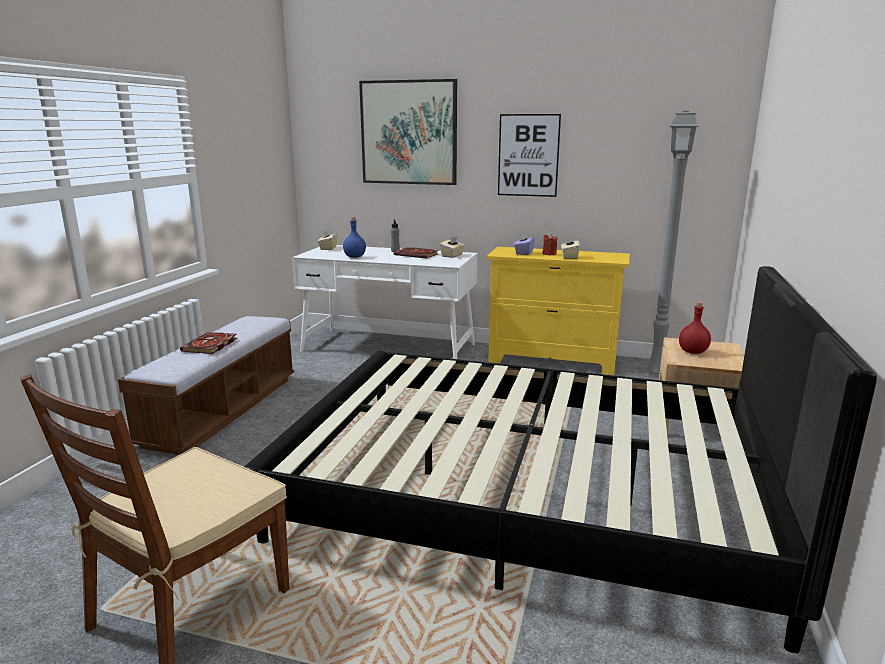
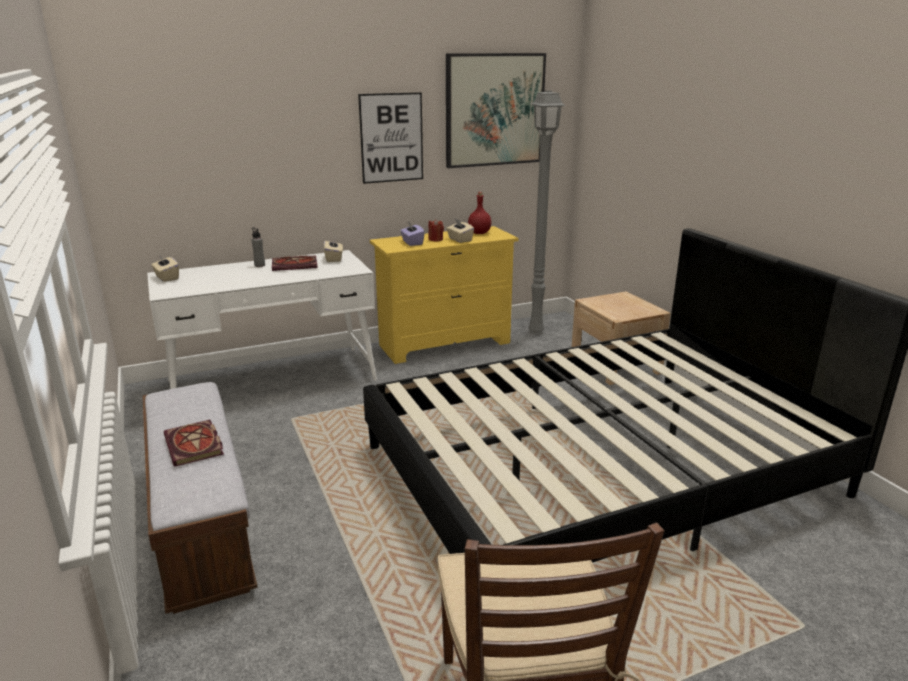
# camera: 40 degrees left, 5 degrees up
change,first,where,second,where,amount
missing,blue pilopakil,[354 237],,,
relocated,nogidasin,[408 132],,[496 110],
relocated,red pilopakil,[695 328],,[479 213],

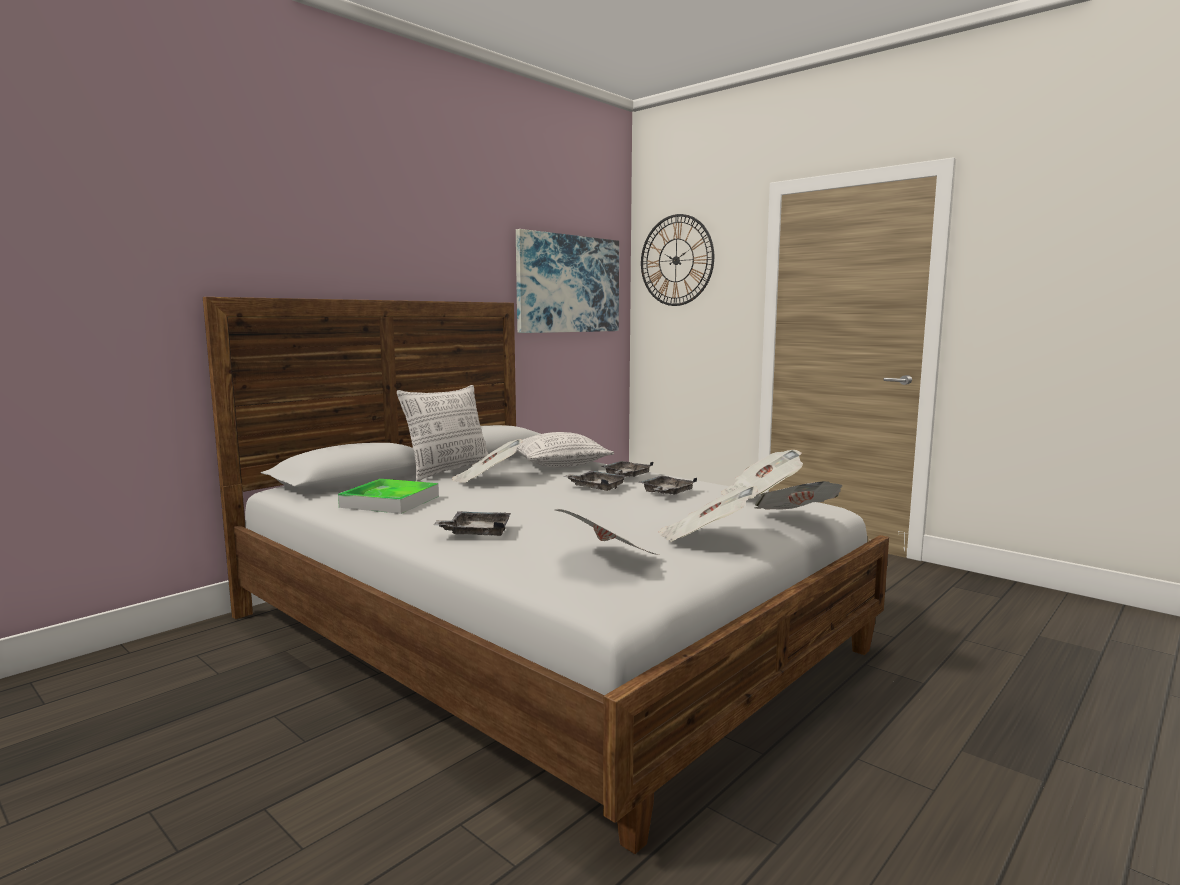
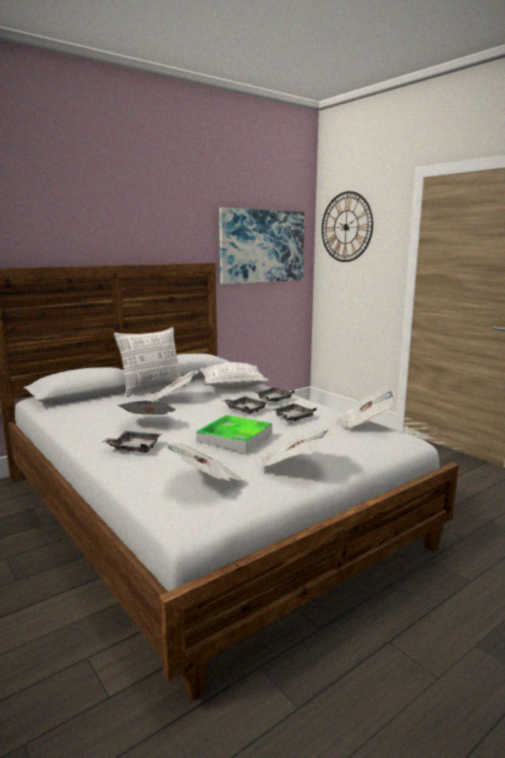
# camera: 10 degrees right, 5 degrees up
change,first,where,second,where,amount
relocated,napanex,[388 496],,[234 433],
relocated,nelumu,[798 495],,[146 408],

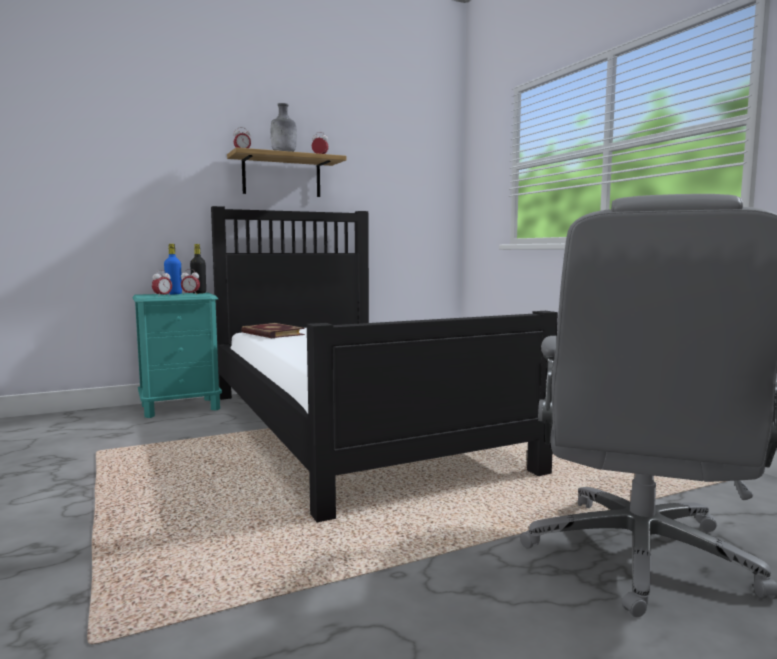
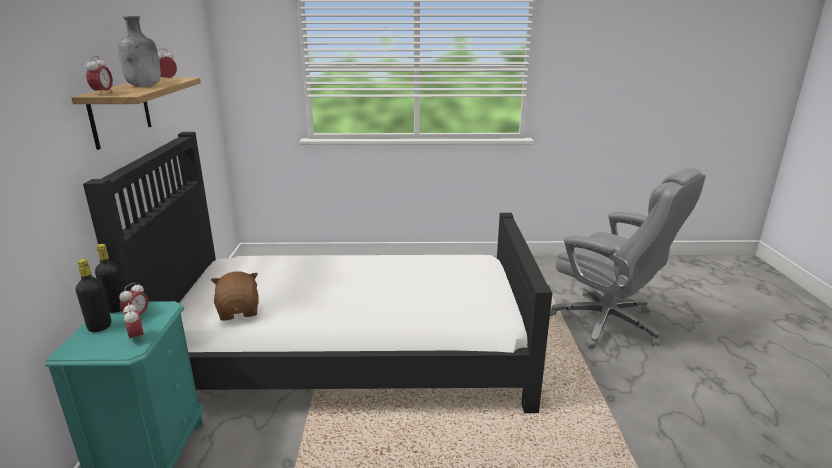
# camera: 65 degrees left, 15 degrees up
change,first,where,second,where,amount
colour,blue pilopakil,[173 269],black pilopakil,[93 295],
exchanged,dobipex,[273 330],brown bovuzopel,[234 296],

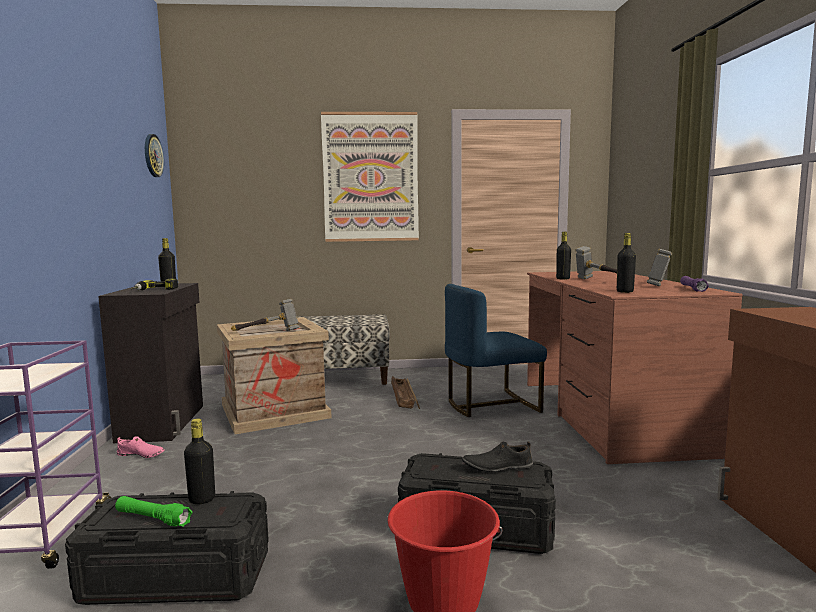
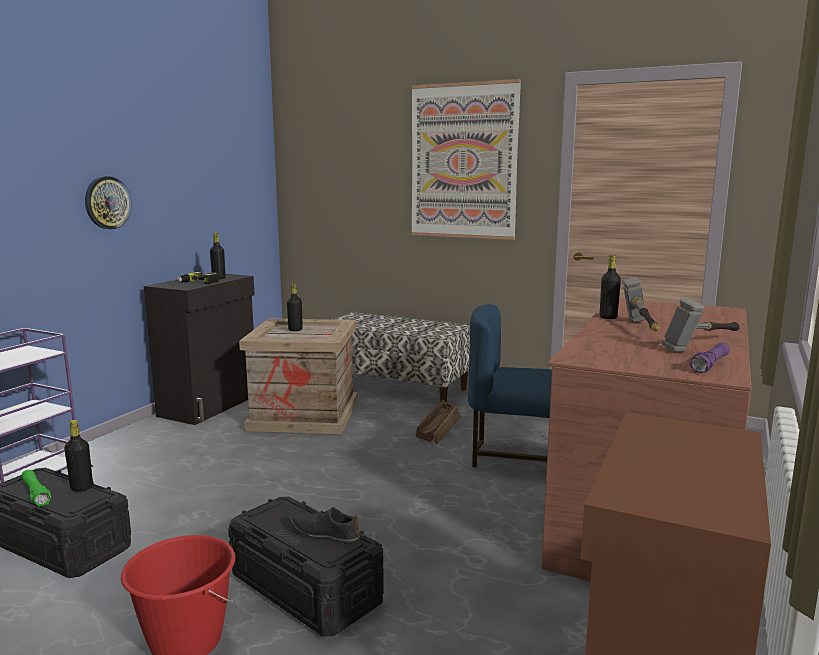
# camera: 30 degrees right, 5 degrees up
change,first,where,second,where,amount
missing,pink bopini,[141 447],,,
relocated,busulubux,[154 155],,[108 203],
missing,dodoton,[265 315],,,
relocated,black pilopakil,[626 263],,[295 307],

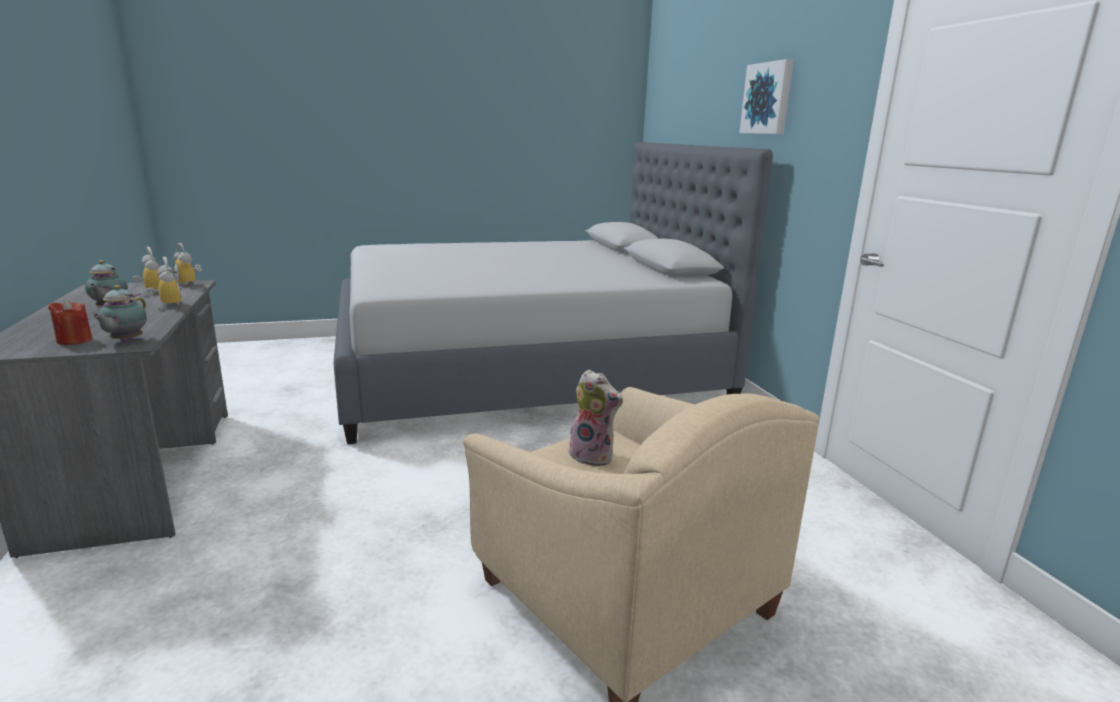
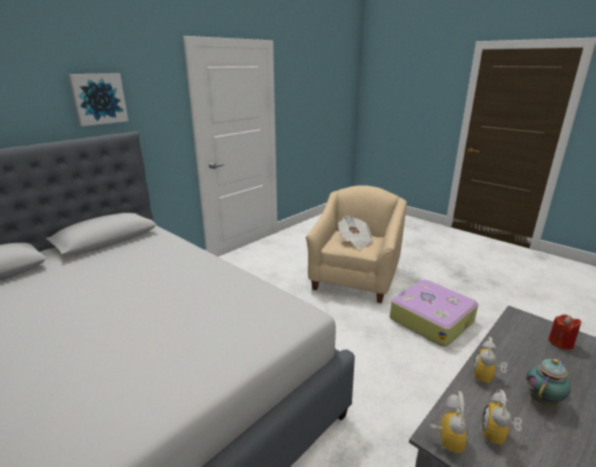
# camera: 120 degrees left, 5 degrees up
change,first,where,second,where,amount
missing,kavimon,[119 313],,,
exchanged,bovuzopel,[596 418],nelumu,[355 232],
appeared,,,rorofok,[434 313],

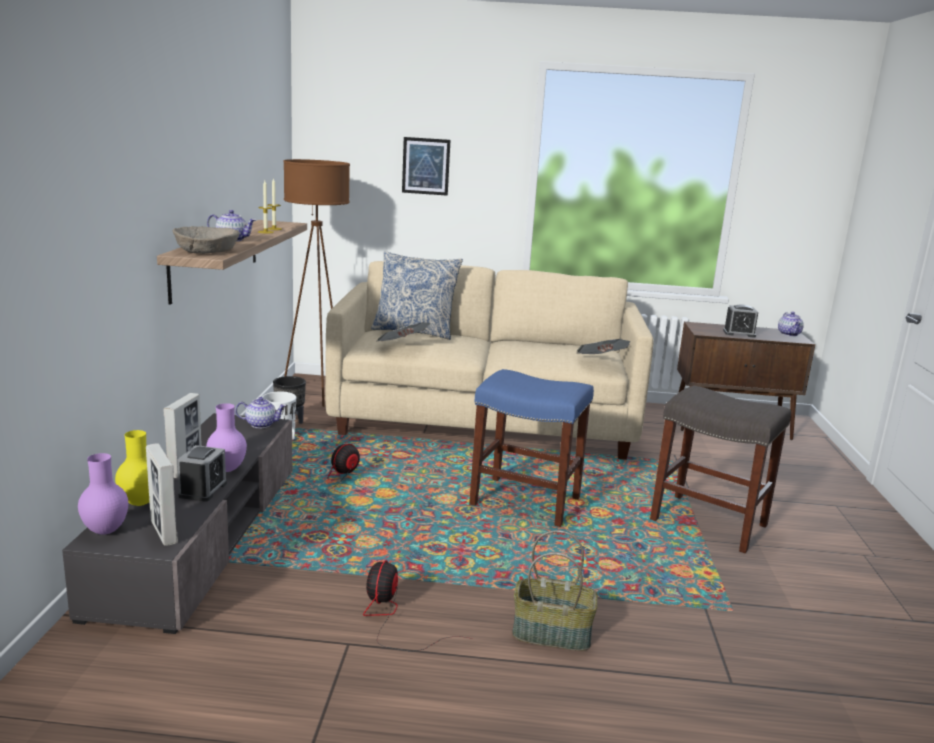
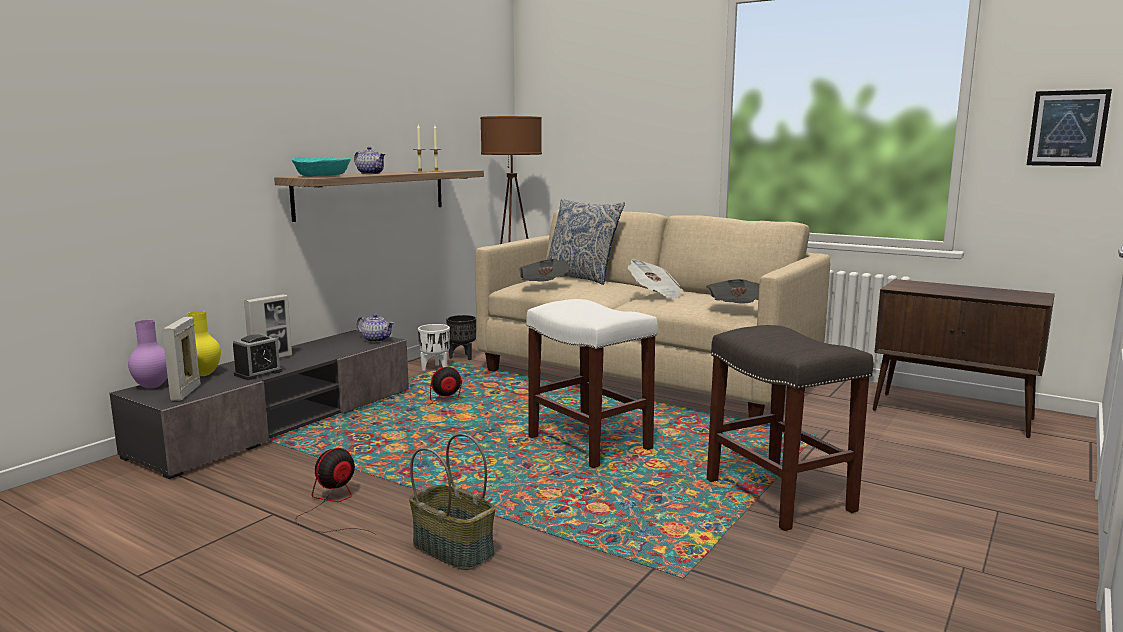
# camera: 30 degrees right, 5 degrees down
change,first,where,second,where,amount
colour,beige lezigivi,[206 240],turquoise lezigivi,[321 167],
missing,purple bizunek,[226 437],,,
relocated,nogidasin,[426 166],,[1069 127],
colour,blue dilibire,[531 448],white dilibire,[592 383],
missing,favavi,[740 321],,,
missing,kavimon,[791 324],,,
appeared,,,nelumu,[656 279],

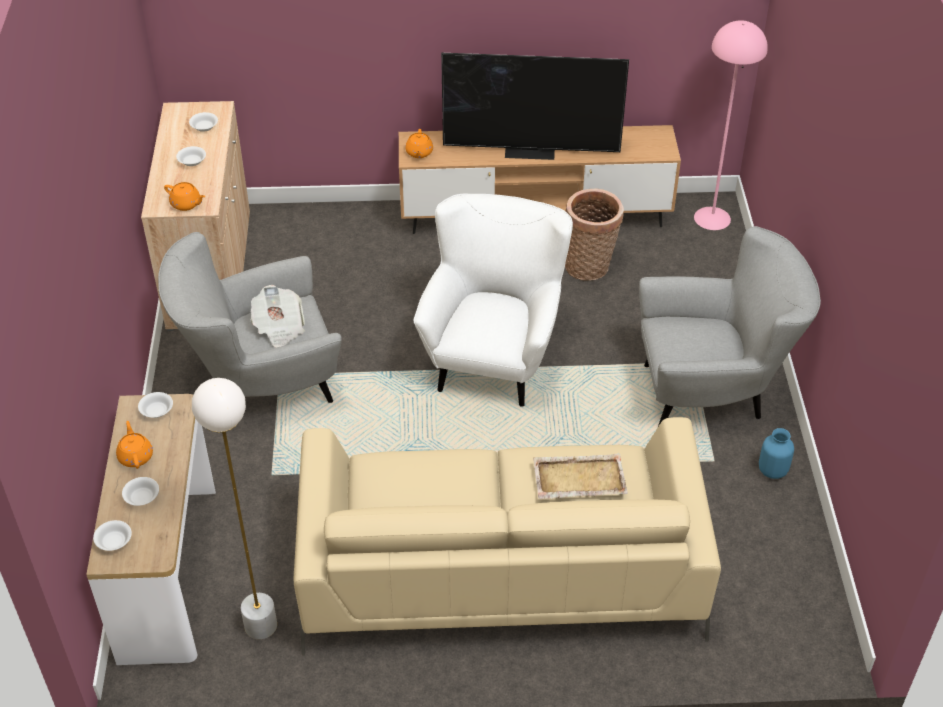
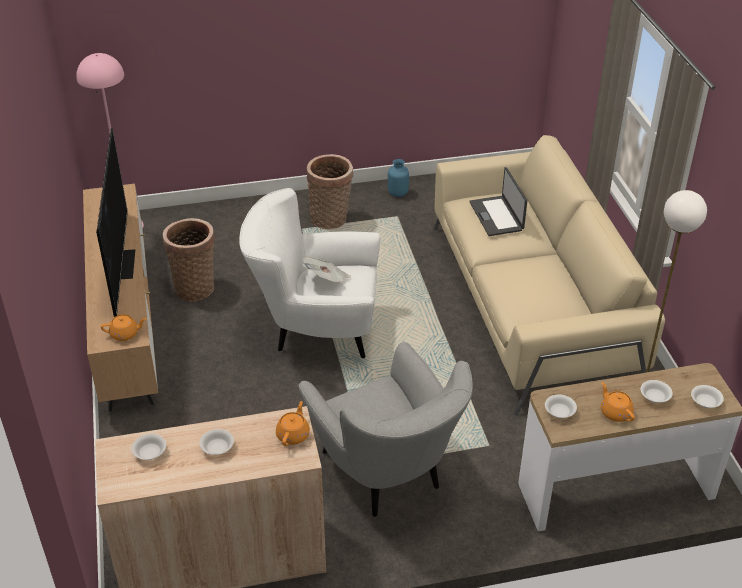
# camera: 100 degrees left, 5 degrees down
change,first,where,second,where,amount
spun,orange kavimon,[134 445],,[618 402],90 degrees clockwise
relocated,nelumu,[277 316],,[326 269],
exchanged,beige napanex,[580 476],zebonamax,[498 201],
exchanged,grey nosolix,[730 326],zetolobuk,[330 191],

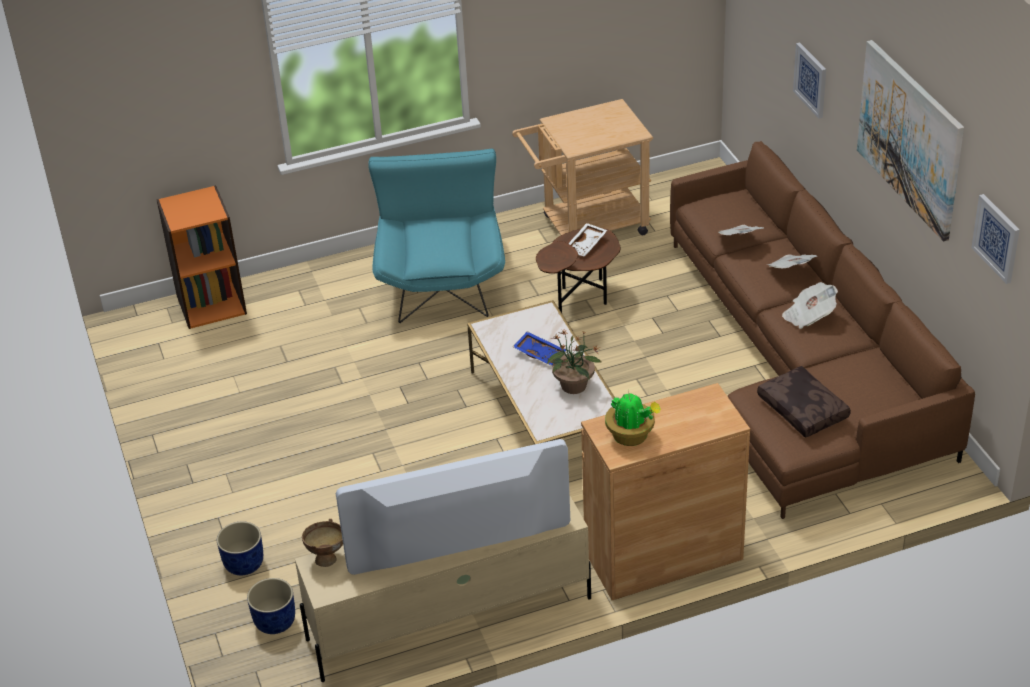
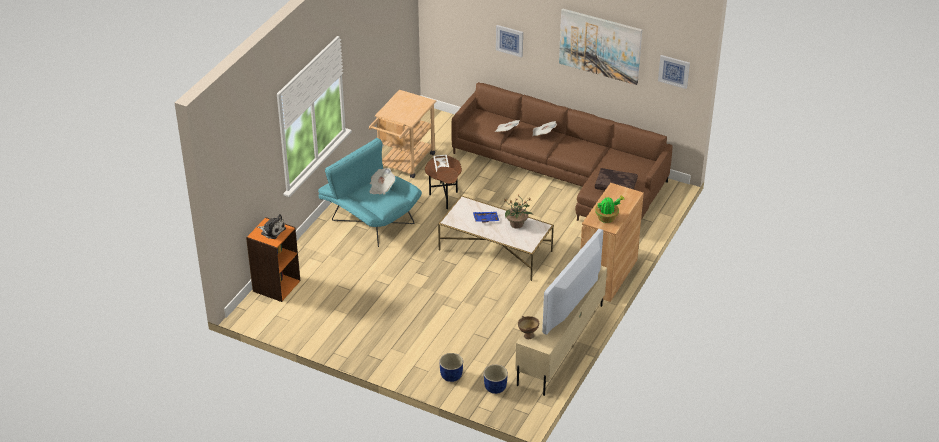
# camera: 45 degrees left, 0 degrees up
change,first,where,second,where,amount
relocated,nelumu,[810 305],,[382 181],
appeared,,,bovuzopel,[272 226],

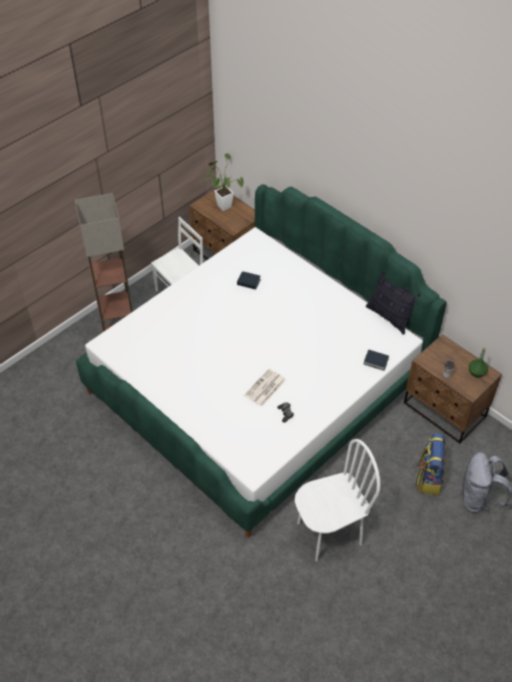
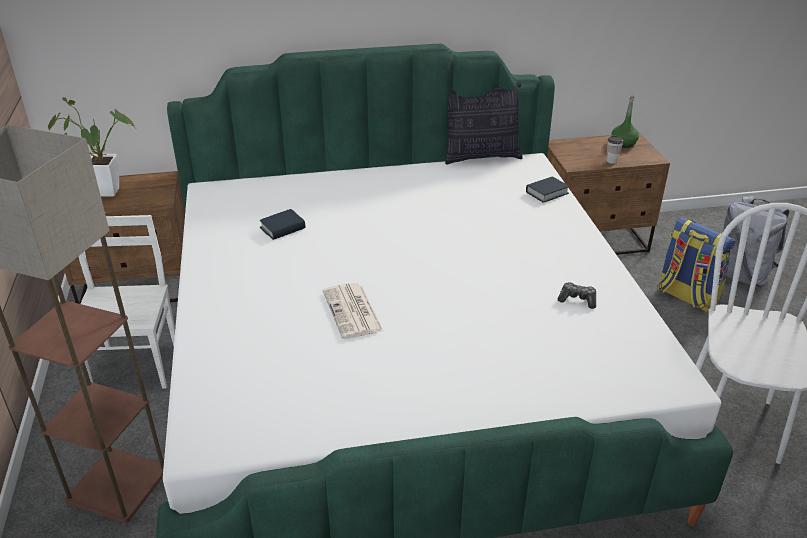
# camera: 55 degrees left, 15 degrees down
change,first,where,second,where,amount
relocated,nelumu,[265 388],,[353 311],

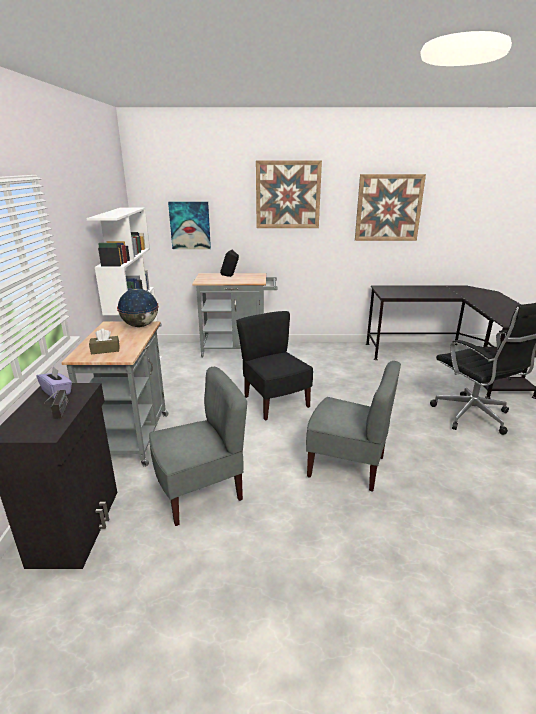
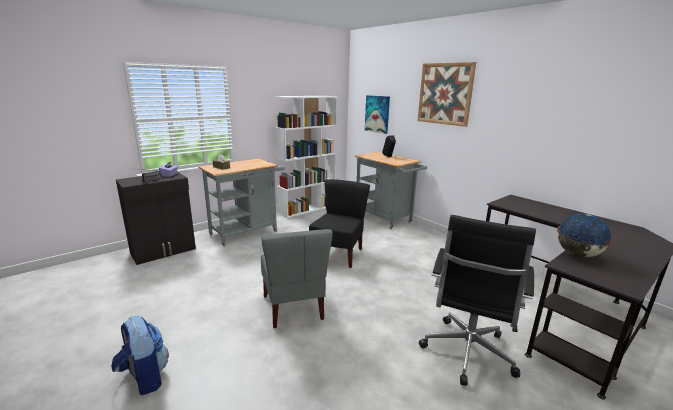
# camera: 50 degrees right, 5 degrees down
change,first,where,second,where,amount
relocated,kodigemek,[138 308],,[584 235],
missing,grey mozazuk,[198 446],,,
missing,nogidasin,[390 207],,,
appeared,,,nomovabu,[140 355],

